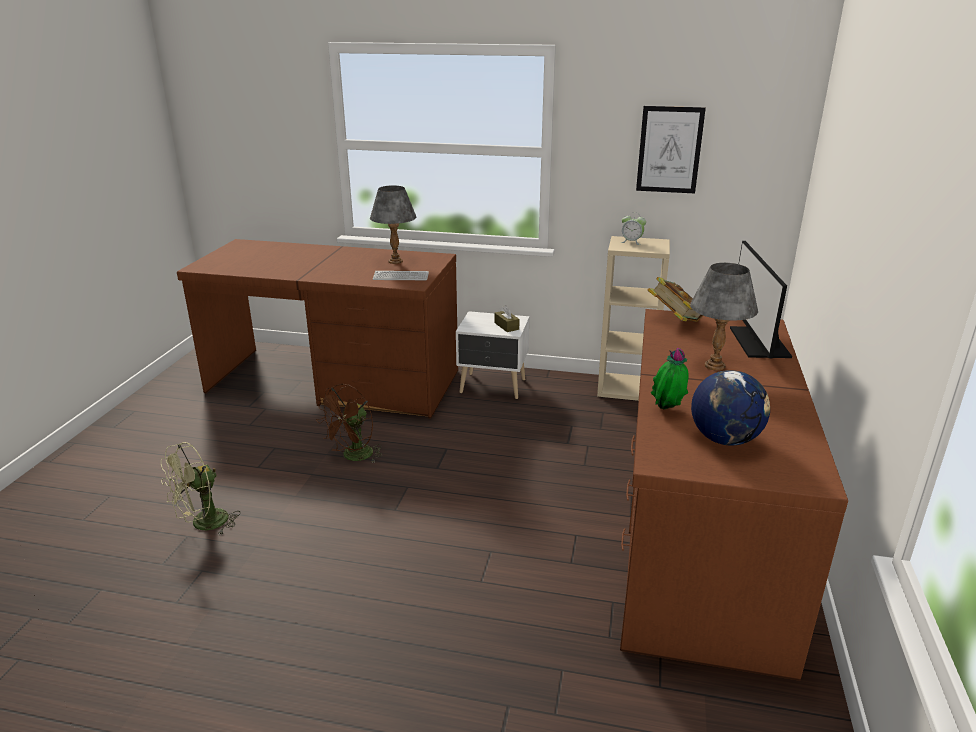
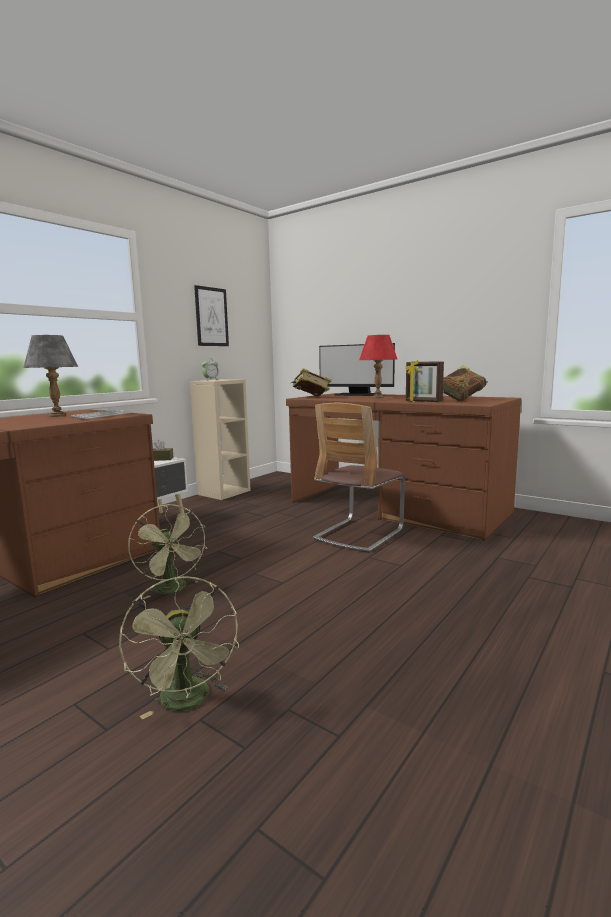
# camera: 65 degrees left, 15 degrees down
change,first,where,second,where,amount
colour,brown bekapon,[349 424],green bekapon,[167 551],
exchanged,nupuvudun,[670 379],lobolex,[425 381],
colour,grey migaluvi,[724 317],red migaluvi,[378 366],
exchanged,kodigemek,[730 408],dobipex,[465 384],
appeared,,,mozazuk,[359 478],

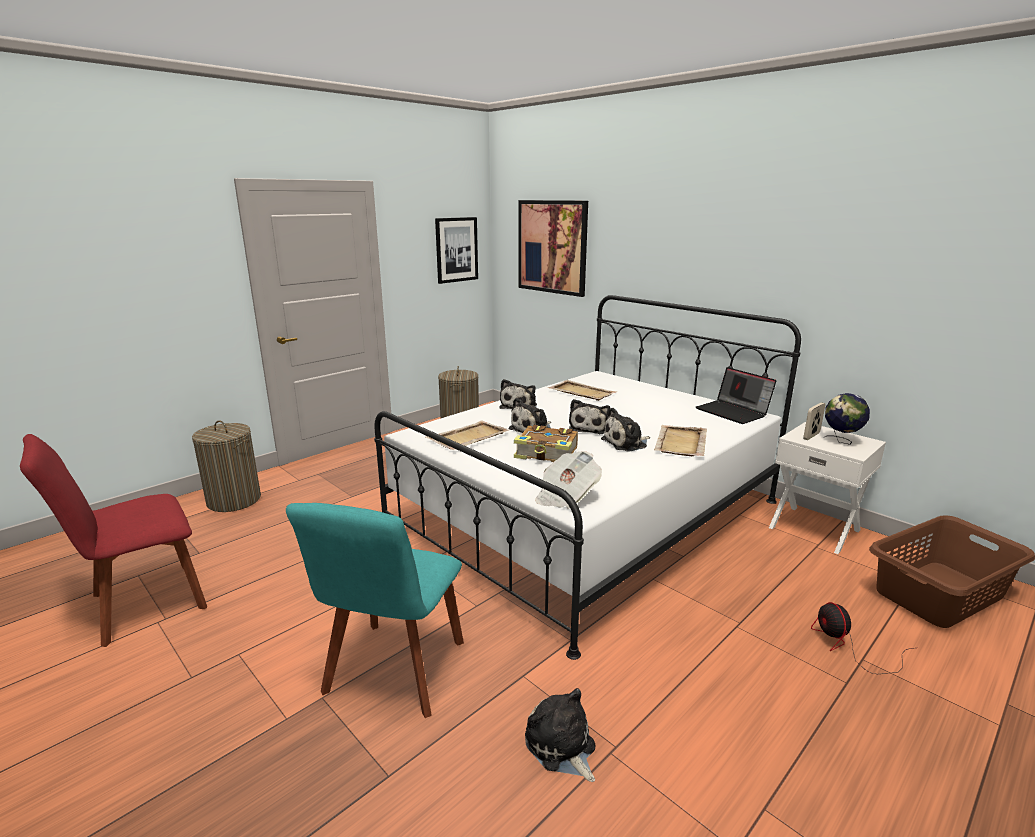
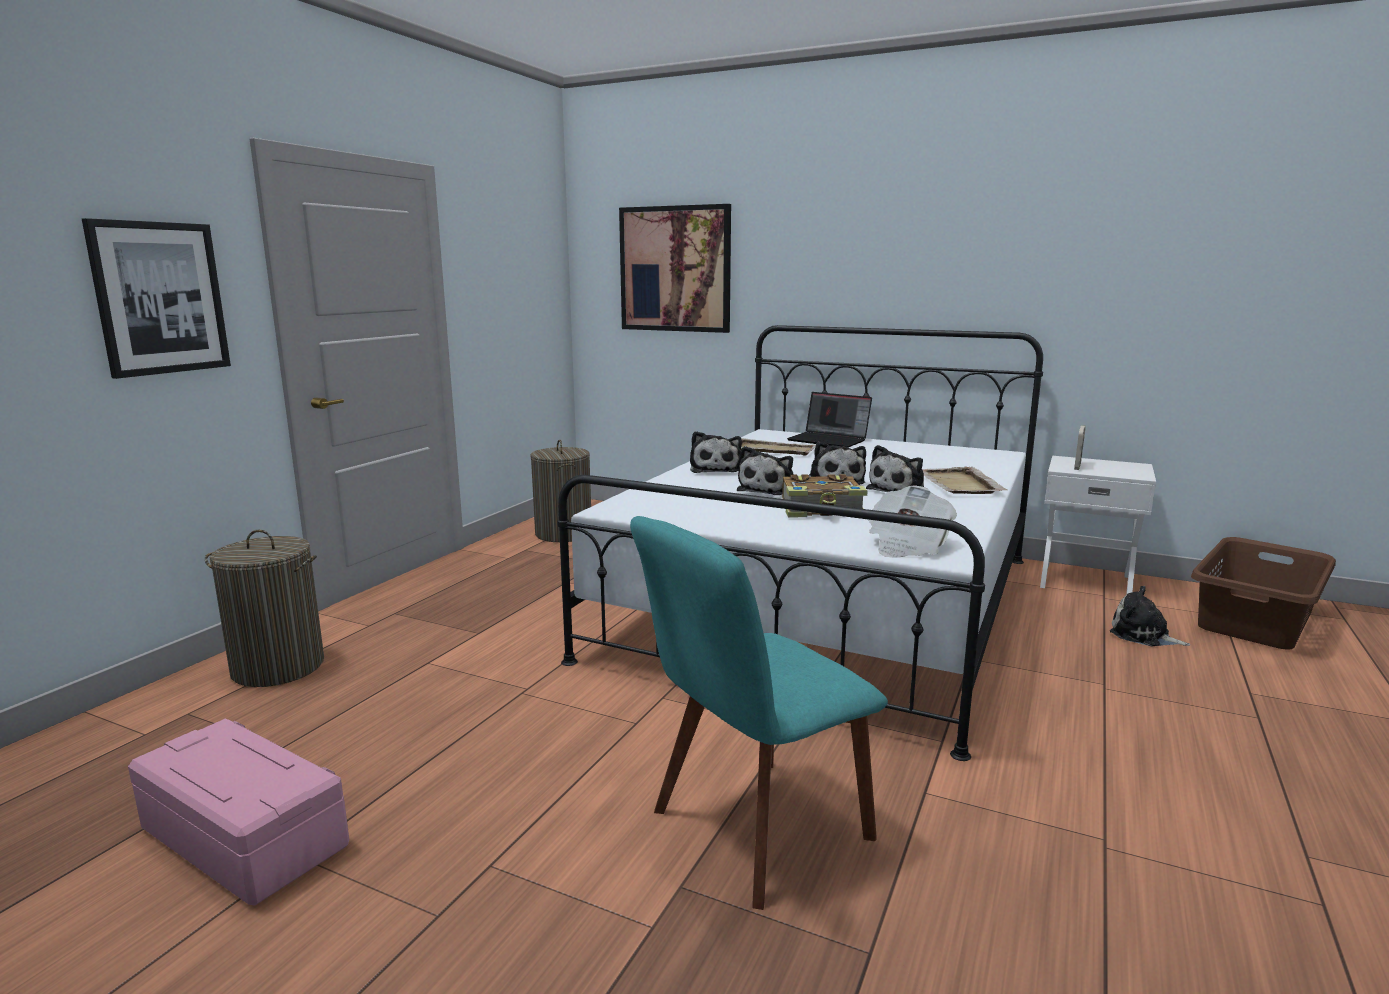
# camera: 20 degrees left, 5 degrees down
change,first,where,second,where,amount
exchanged,red mozazuk,[113 540],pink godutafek,[238 812],
spun,turquoise mozazuk,[375 610],,[759 713],60 degrees clockwise
missing,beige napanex,[467 435],,,
relocated,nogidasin,[456 250],,[156 298],
relocated,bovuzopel,[560 735],,[1150 616],
relocated,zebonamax,[736 395],,[829 419],
missing,bekapon,[862 638],,,
missing,kodigemek,[846 419],,,

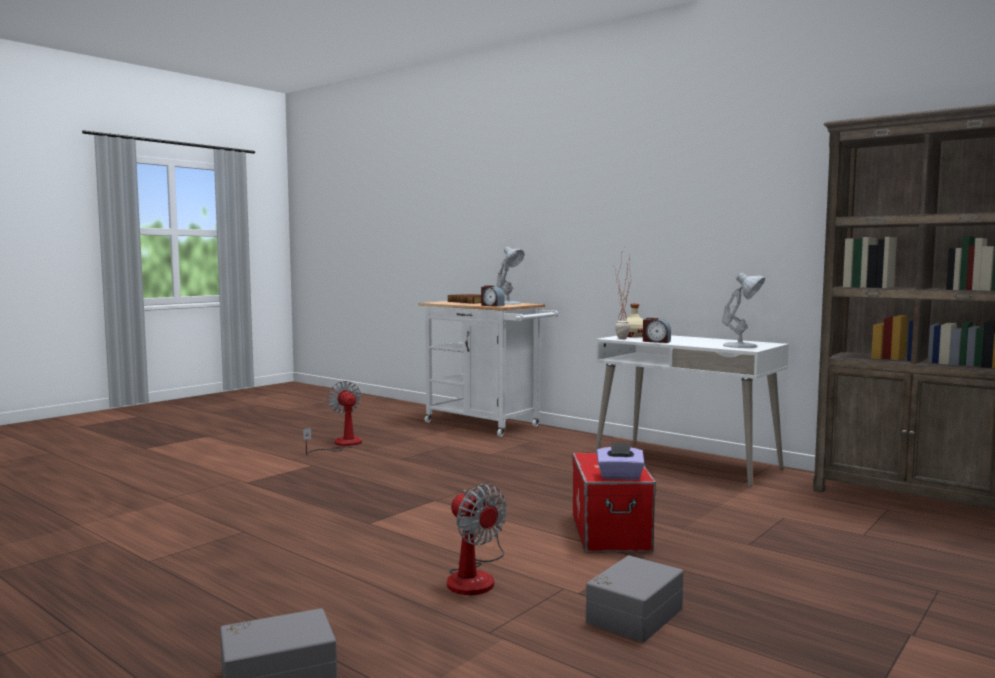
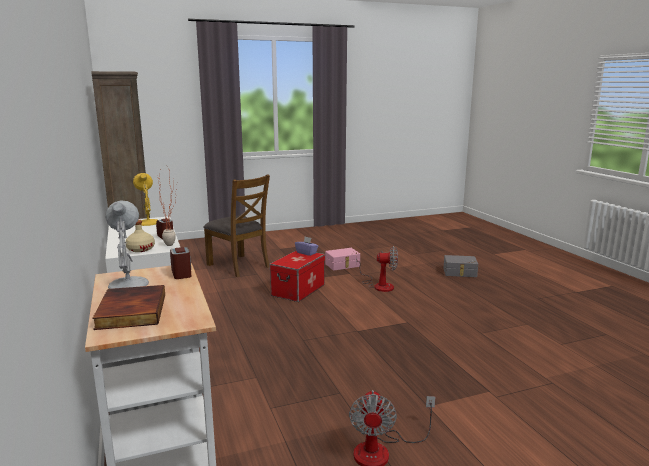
# camera: 150 degrees left, 10 degrees up
change,first,where,second,where,amount
spun,bekapon,[477 539],,[377 269],105 degrees clockwise
colour,grey godutafek,[635 599],pink godutafek,[342 259],
colour,white migaluvi,[743 310],yellow migaluvi,[145 199],
appeared,,,brown mozazuk,[237 225],

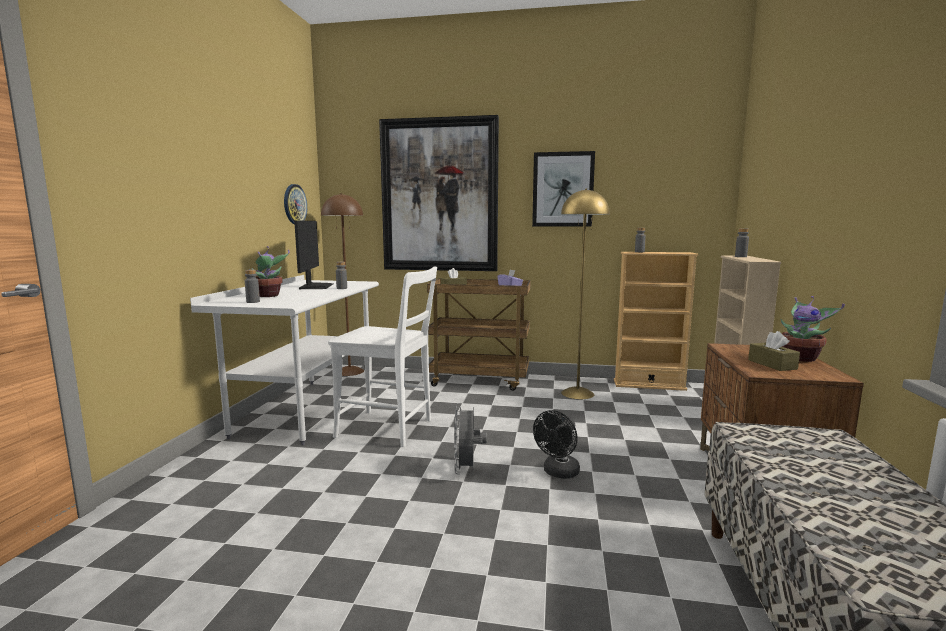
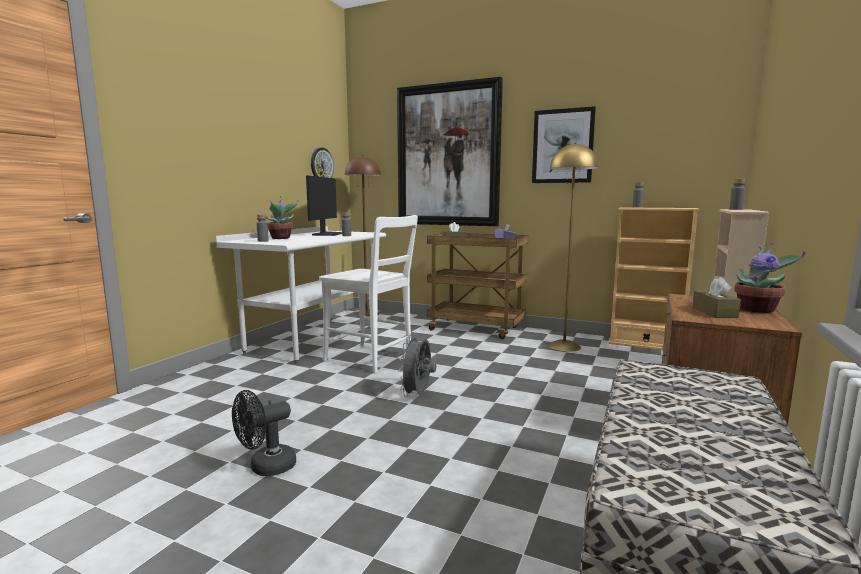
# camera: 15 degrees right, 0 degrees up
change,first,where,second,where,amount
relocated,black bekapon,[556 444],,[264 433],

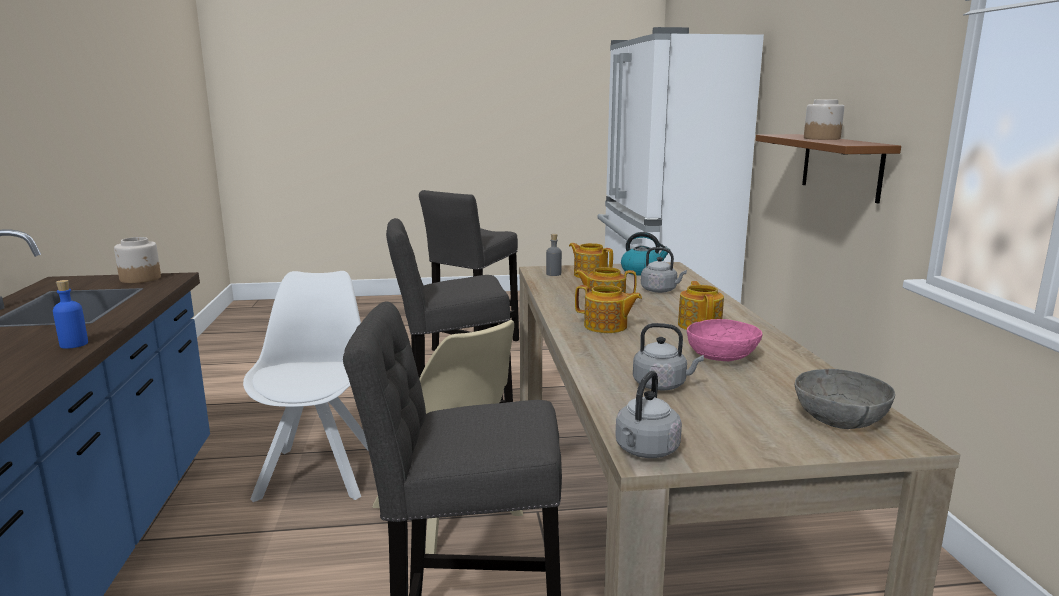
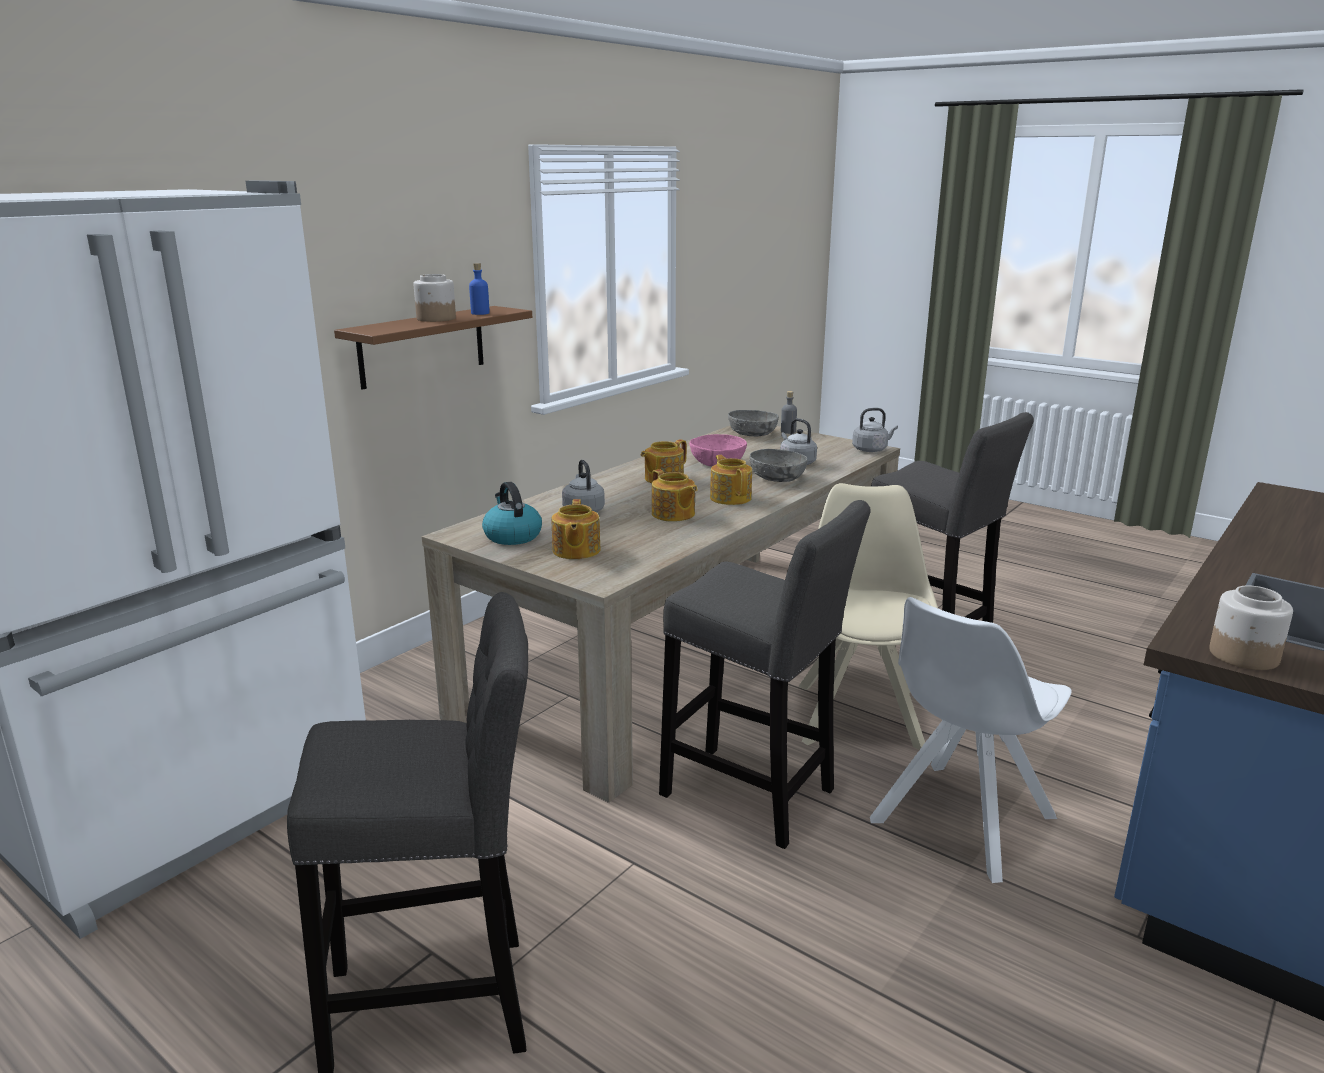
# camera: 135 degrees left, 5 degrees up
change,first,where,second,where,amount
relocated,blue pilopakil,[70 314],,[479 289],
relocated,grey pilopakil,[554 255],,[789 412],
appeared,,,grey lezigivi,[778 465],

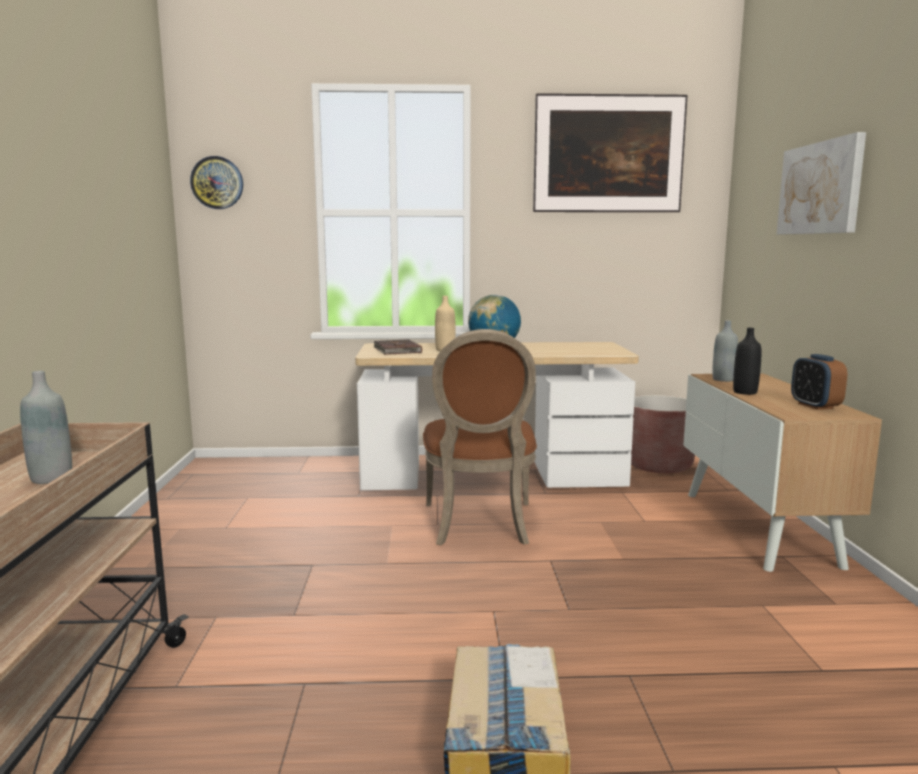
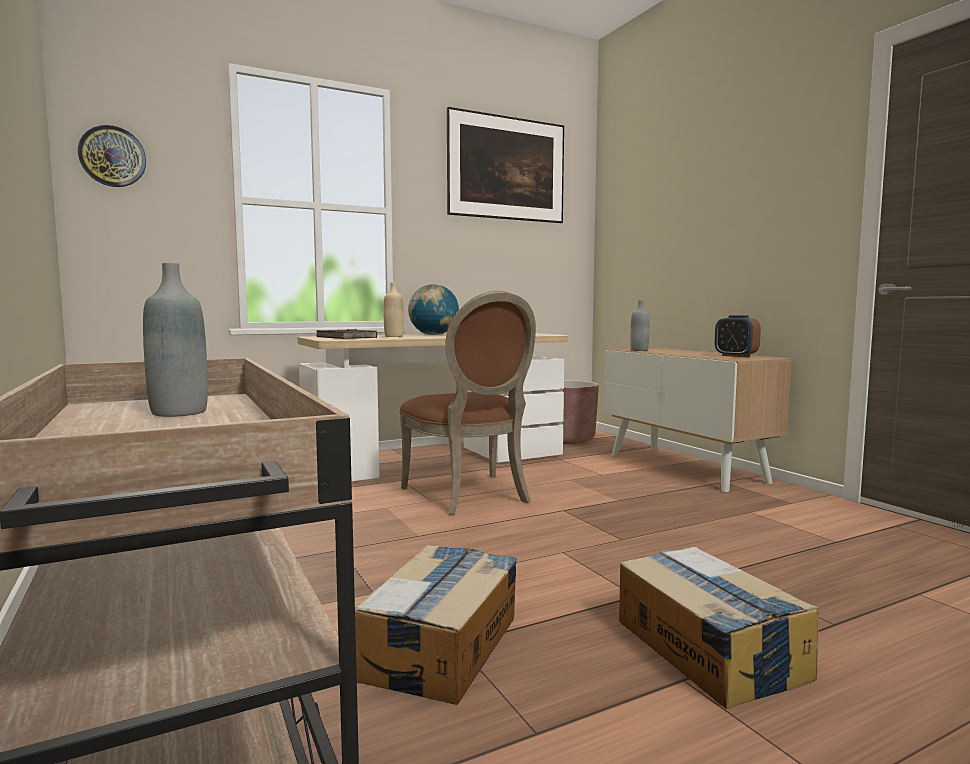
# camera: 25 degrees left, 5 degrees down
change,first,where,second,where,amount
missing,black pilopakil,[747 361],,,
missing,nogidasin,[821 183],,,
appeared,,,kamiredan,[436 625],

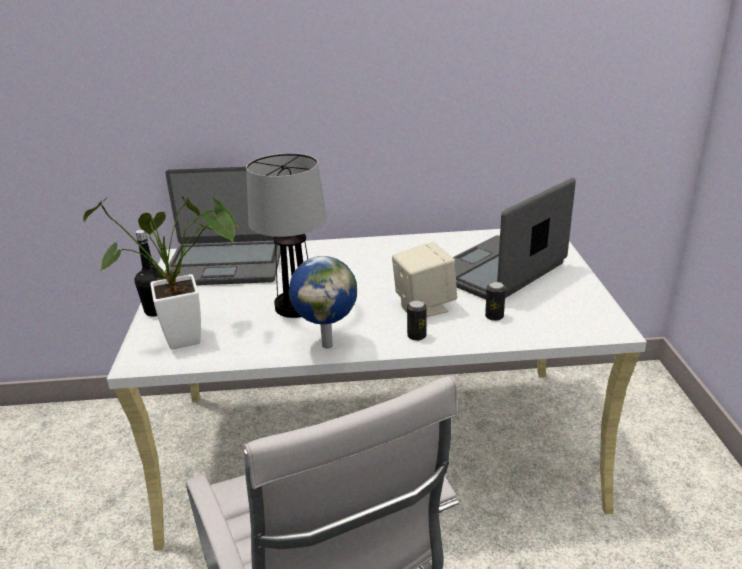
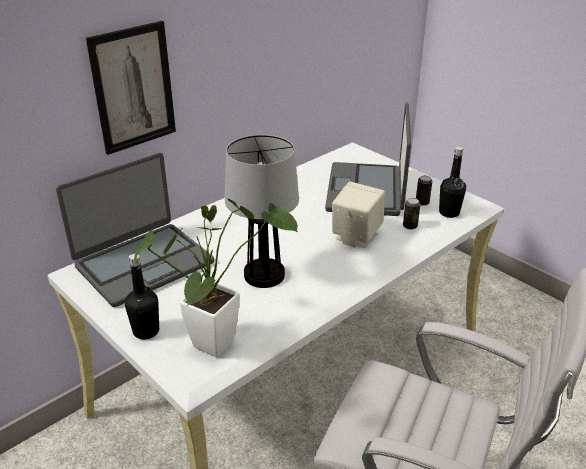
# camera: 40 degrees left, 5 degrees up
change,first,where,second,where,amount
missing,kodigemek,[323 302],,,
relocated,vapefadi,[417 320],,[424 191],
appeared,,,nogidasin,[131 88],
appeared,,,black pilopakil,[452 182],

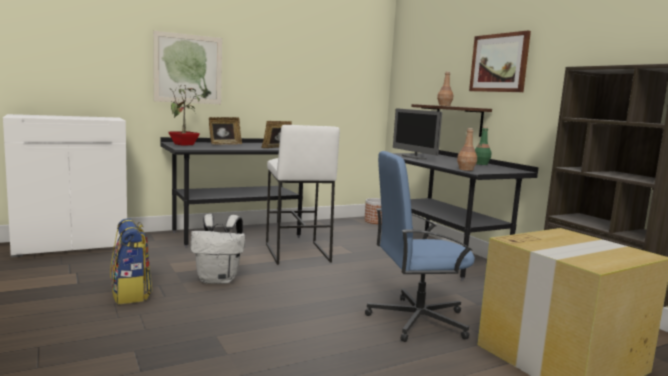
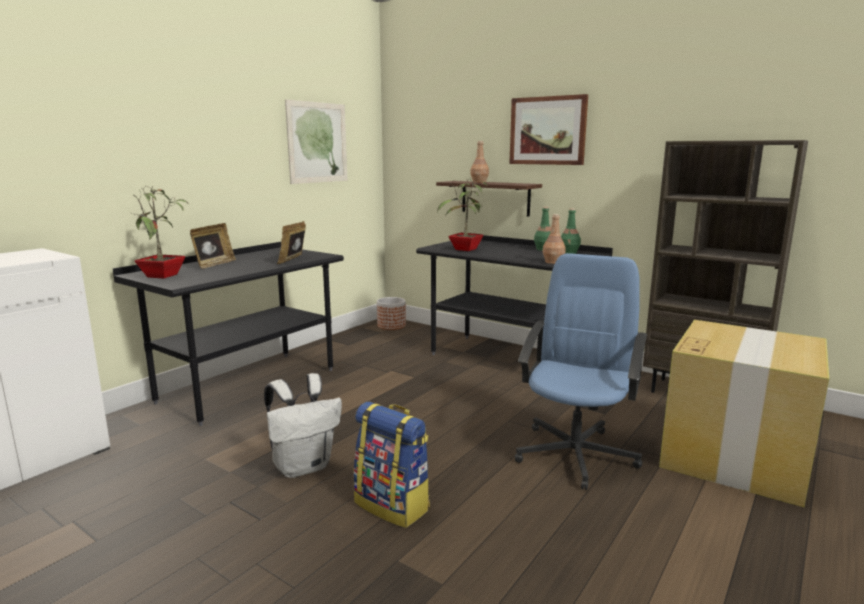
# camera: 25 degrees left, 5 degrees up
change,first,where,second,where,amount
relocated,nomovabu,[131 261],,[391 465],
relocated,nogidasin,[187 67],,[316 141],
missing,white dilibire,[303 195],,,
spun,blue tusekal,[420 246],,[581 371],150 degrees clockwise
exchanged,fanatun,[417 134],nupuvudun,[462 214],
appeared,,,green pilopakil,[571 231],

